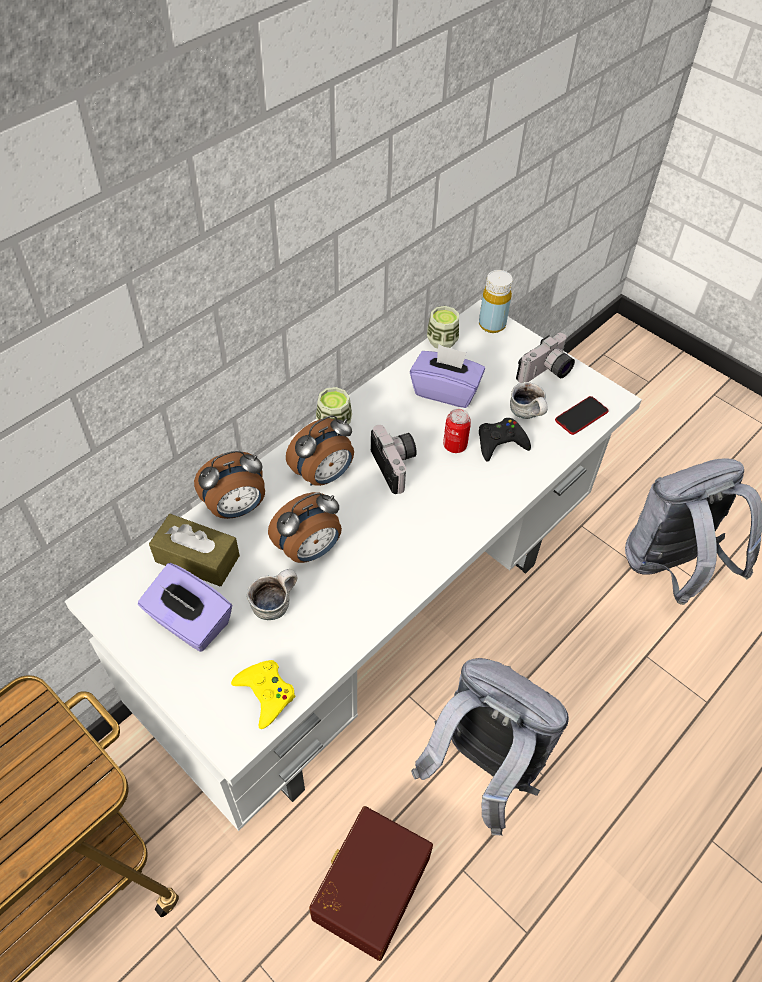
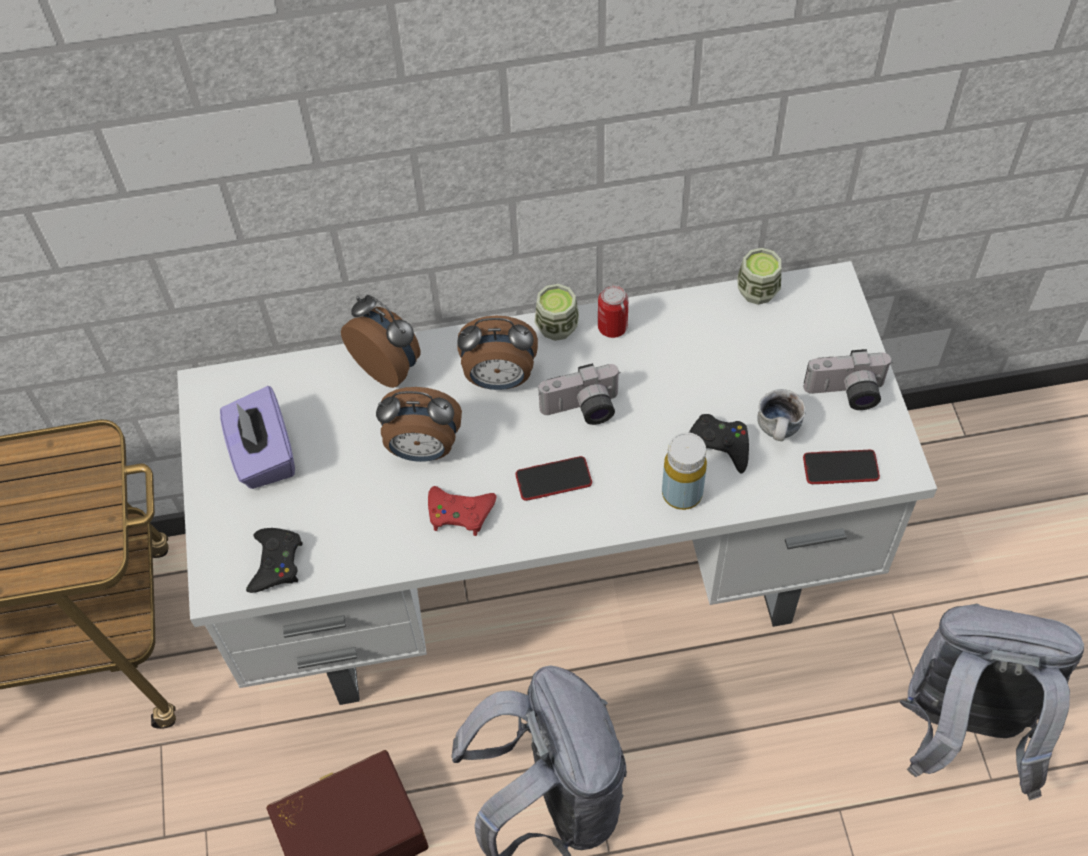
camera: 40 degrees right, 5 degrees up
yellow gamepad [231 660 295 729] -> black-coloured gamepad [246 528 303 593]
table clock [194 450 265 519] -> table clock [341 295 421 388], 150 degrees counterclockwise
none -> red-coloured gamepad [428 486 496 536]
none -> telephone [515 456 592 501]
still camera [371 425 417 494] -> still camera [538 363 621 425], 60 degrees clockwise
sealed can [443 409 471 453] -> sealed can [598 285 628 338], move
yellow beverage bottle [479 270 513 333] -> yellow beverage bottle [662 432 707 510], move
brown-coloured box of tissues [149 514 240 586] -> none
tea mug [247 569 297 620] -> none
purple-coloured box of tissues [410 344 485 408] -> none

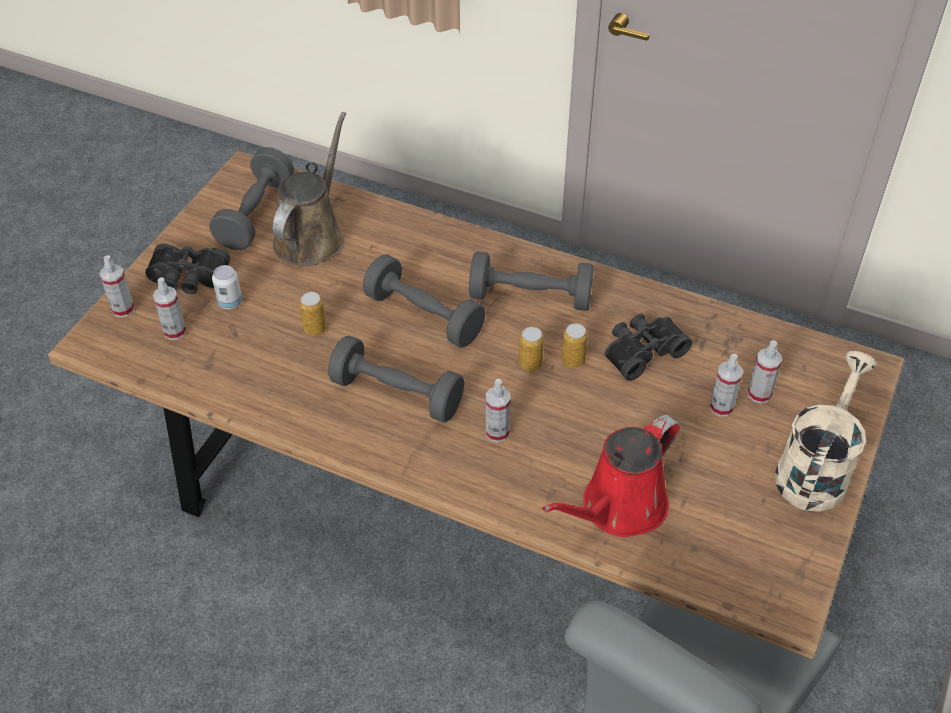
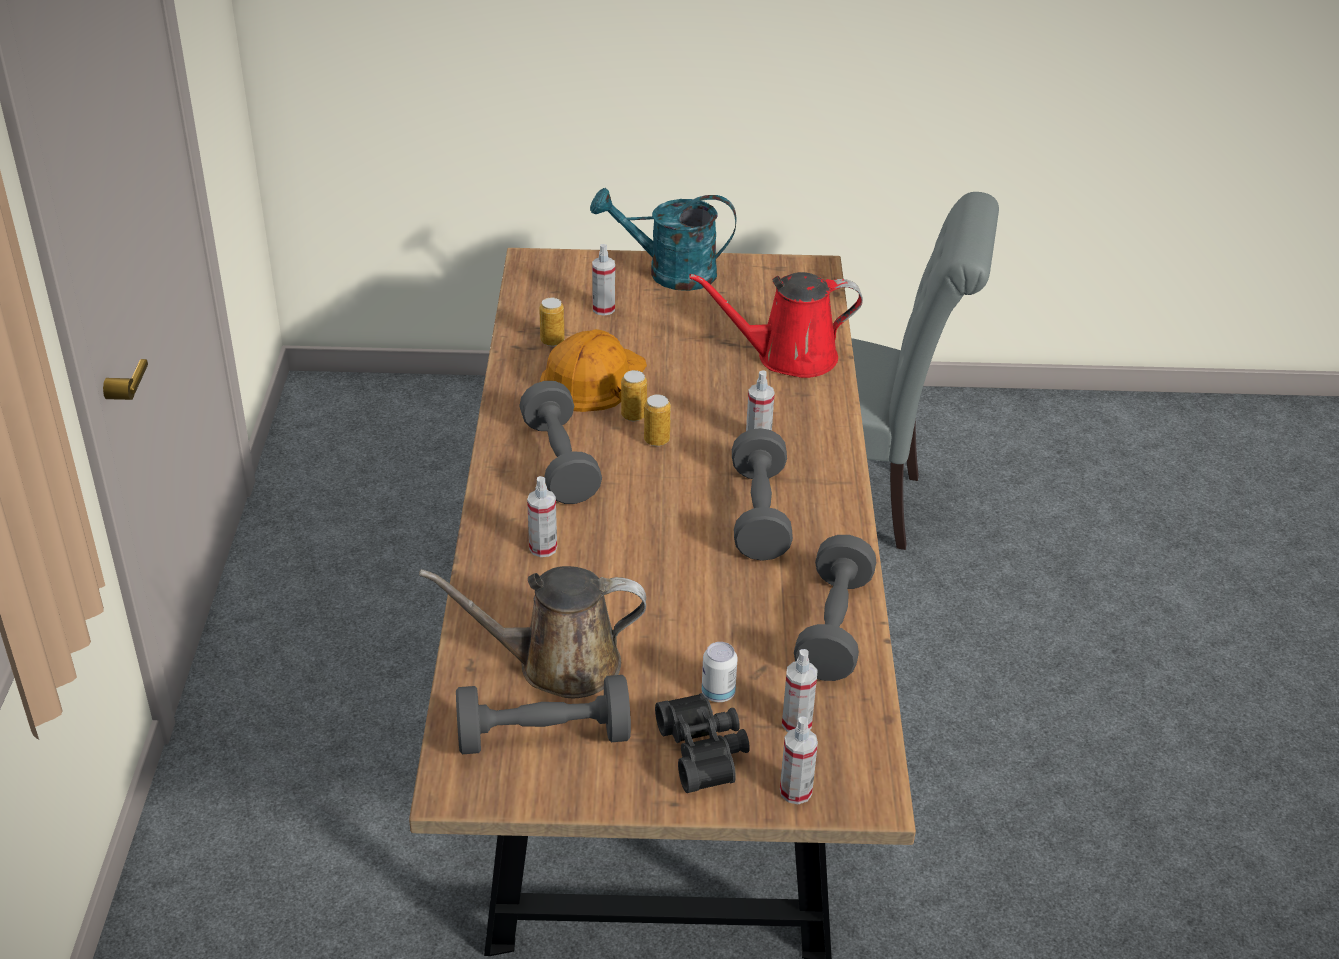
camera: 115 degrees left, 10 degrees down
hand sprayer [710 354 743 417] -> hand sprayer [527 476 557 557], move
sealed can [299 292 326 336] -> sealed can [539 298 565 346], move
black-coloured field glasses [605 314 692 381] -> orangey safety helmet [540 329 647 412]
sand-coloured watering can [775 351 877 512] -> turquoise-coloured watering can [590 188 736 291]
red-coloured watering can [542 415 680 537] -> red-coloured watering can [689 272 863 378], 150 degrees clockwise
grey hand weight [363 254 485 348] -> grey hand weight [794 535 876 681], move

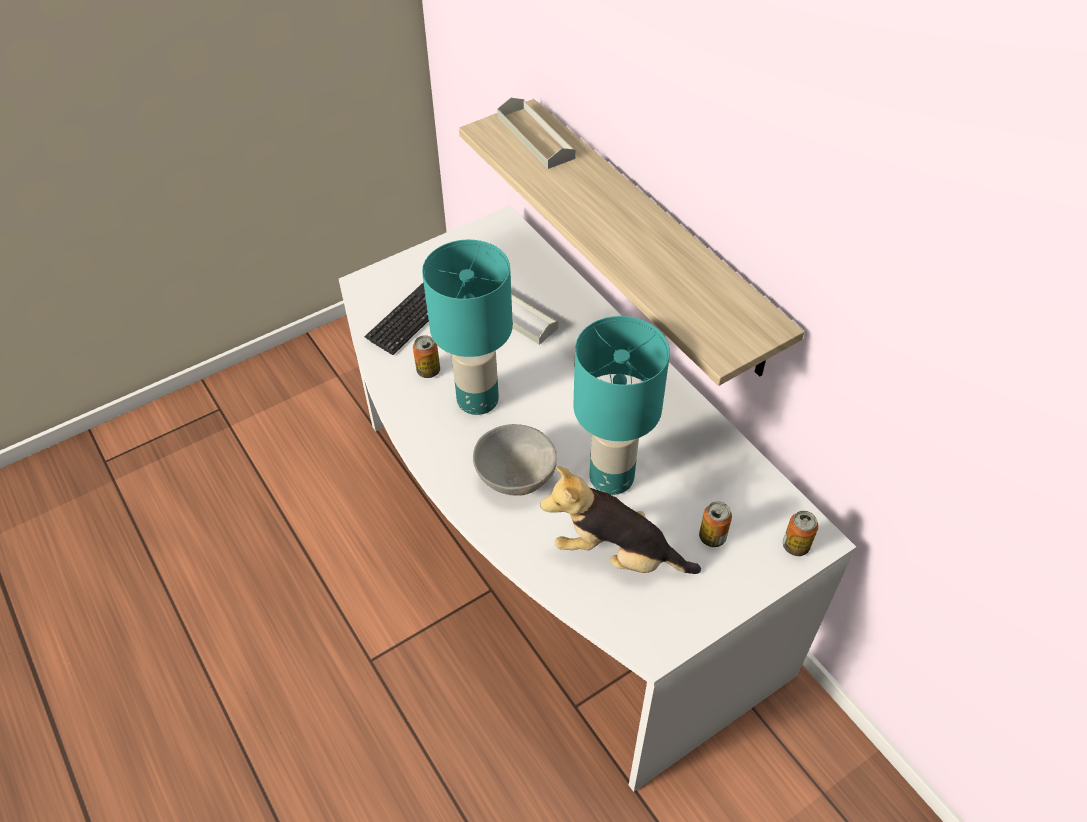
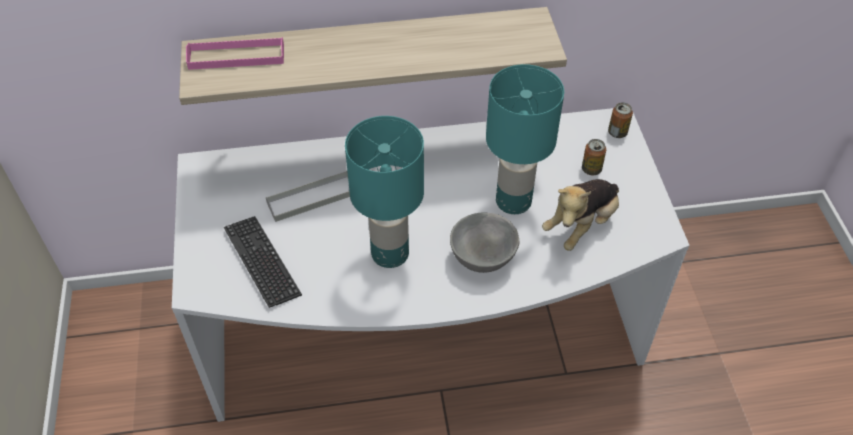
camera: 65 degrees left, 0 degrees up
grey serving tray [497 98 576 169] -> pink serving tray [186 37 284 70]
sealed can [413 335 440 378] -> none

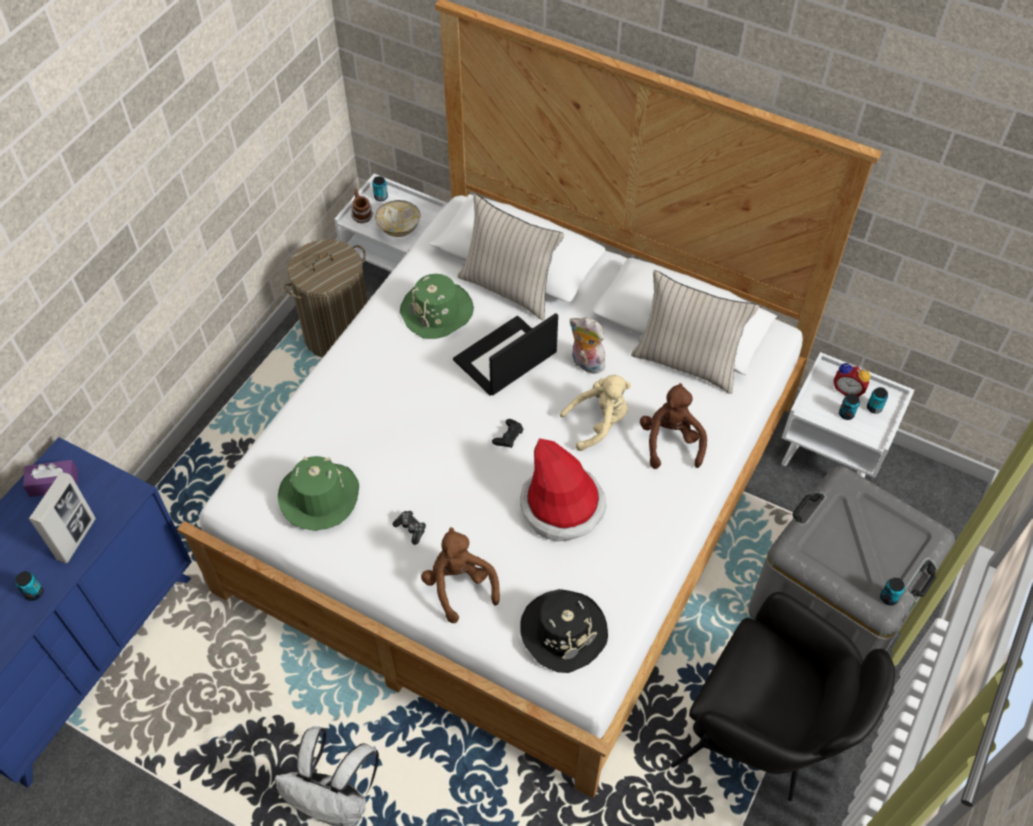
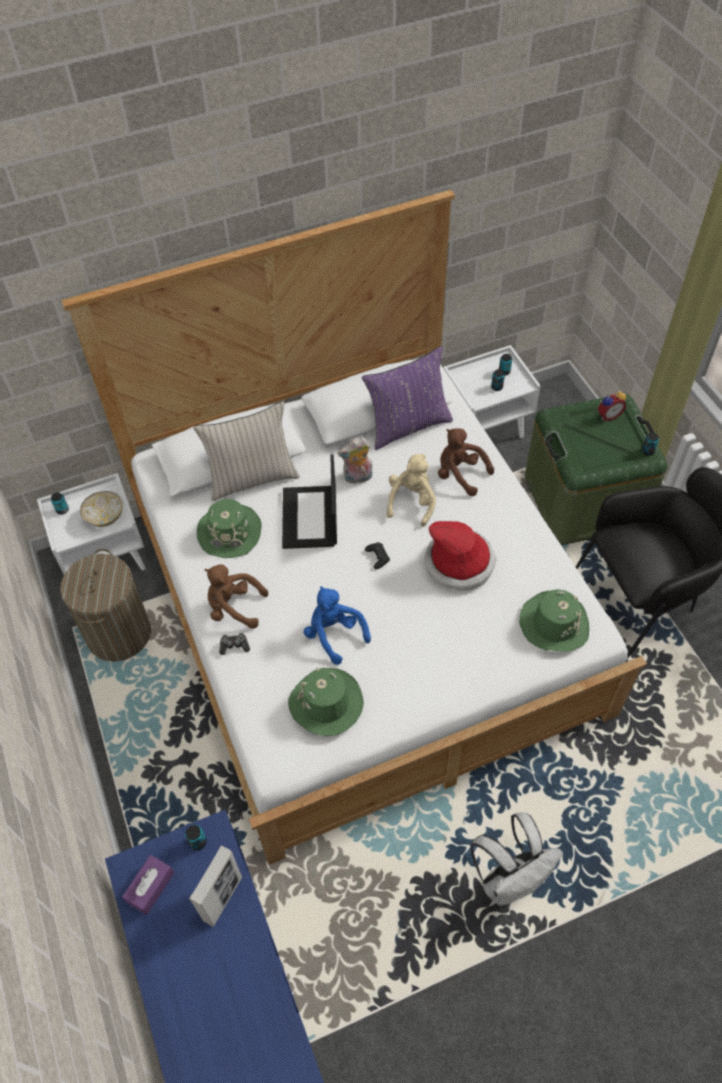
camera: 50 degrees left, 0 degrees up
sealed can [15 571 43 601] -> sealed can [185 825 207 850], move
standing frame [29 472 96 563] -> standing frame [189 845 242 927], 60 degrees clockwise
brown-coloured soft toy [421 527 500 623] -> brown-coloured soft toy [205 564 268 629], move
gamepad [392 510 426 545] -> gamepad [219 633 250 655], move
none -> blue soft toy [304 586 371 665]
sand-coloured cushion [631 270 759 394] -> purple-coloured cushion [362 346 453 450]
black-coloured wearable hat [520 589 608 673] -> green-coloured wearable hat [519 589 589 652]
grey storage box [748 466 955 661] -> green-coloured storage box [525 394 668 545]
table clock [833 363 870 397] -> table clock [597 391 626 421], move
tea mug [351 188 373 223] -> none

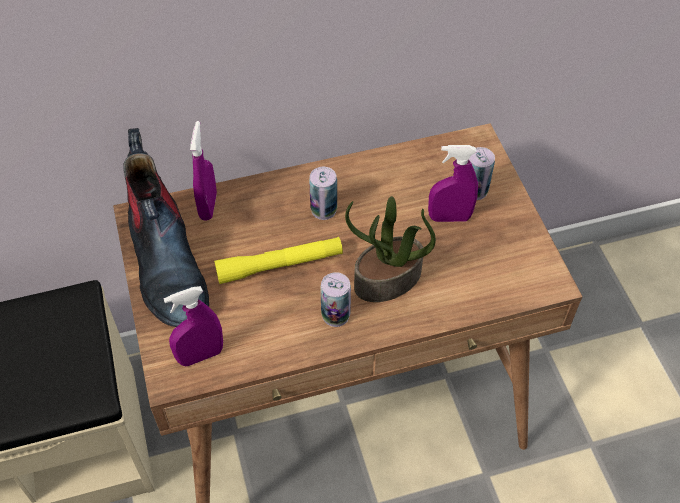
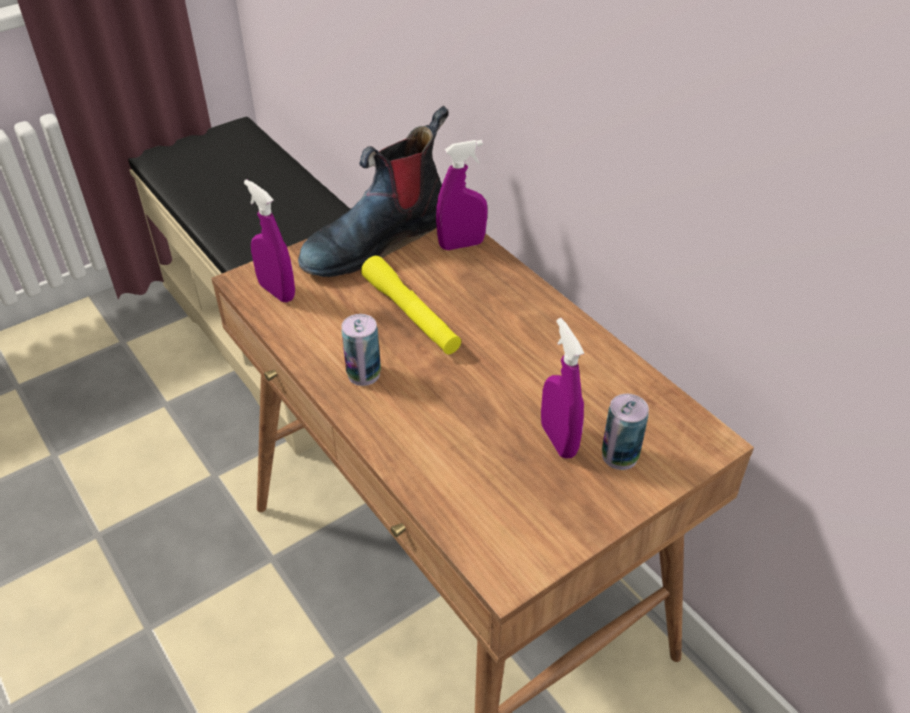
camera: 70 degrees right, 10 degrees down
sealed can [309 167 337 220] -> none
houseplant [345 196 436 302] -> none

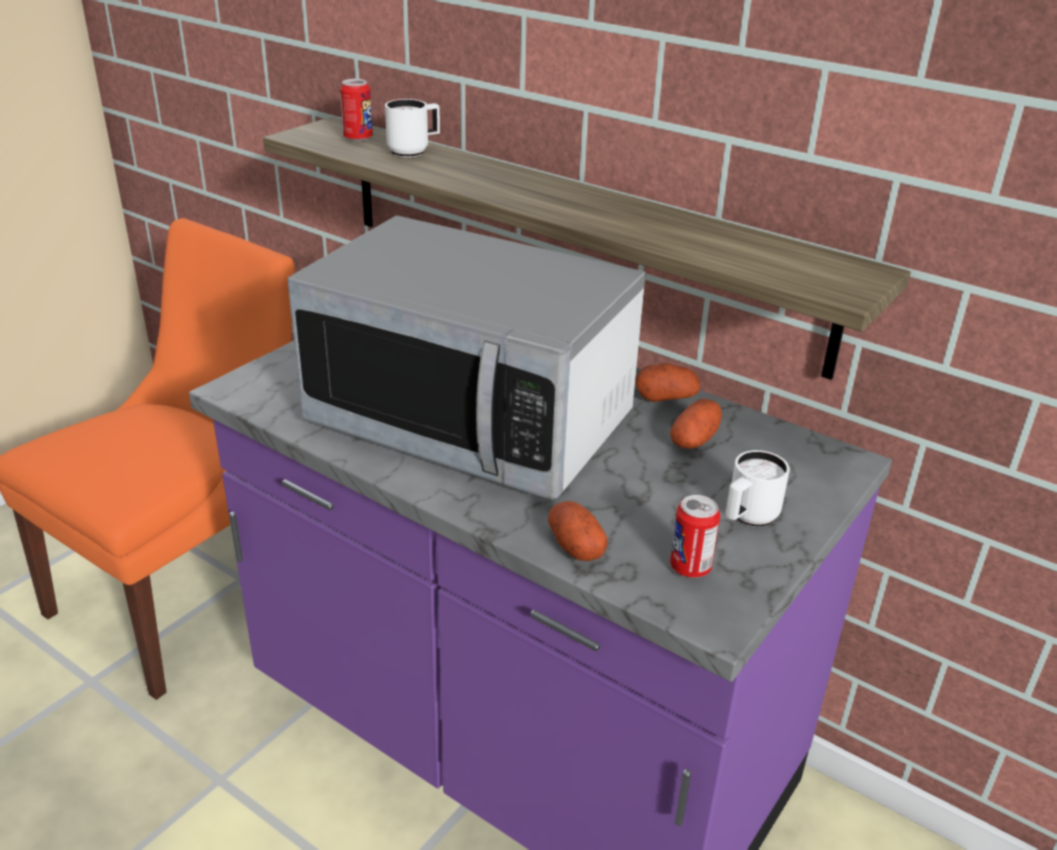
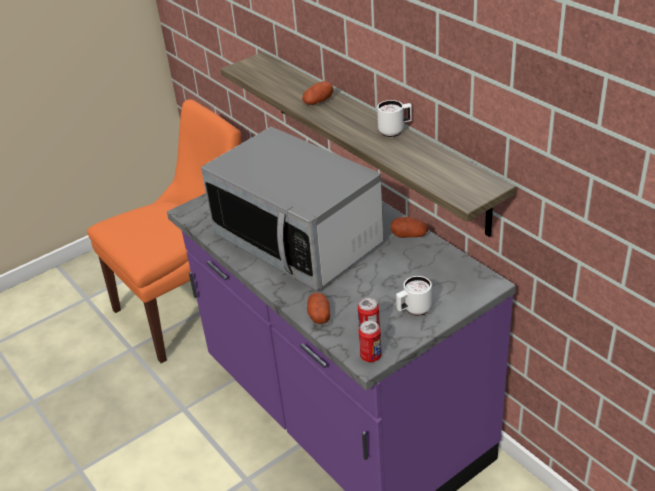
camera: 20 degrees right, 5 degrees up
whole potato [670 399 722 449] -> whole potato [302 81 333 105], move
sealed can [340 79 373 141] -> sealed can [358 321 382 362], move
whitish tea mug [385 99 440 157] -> whitish tea mug [377 100 412 137], move

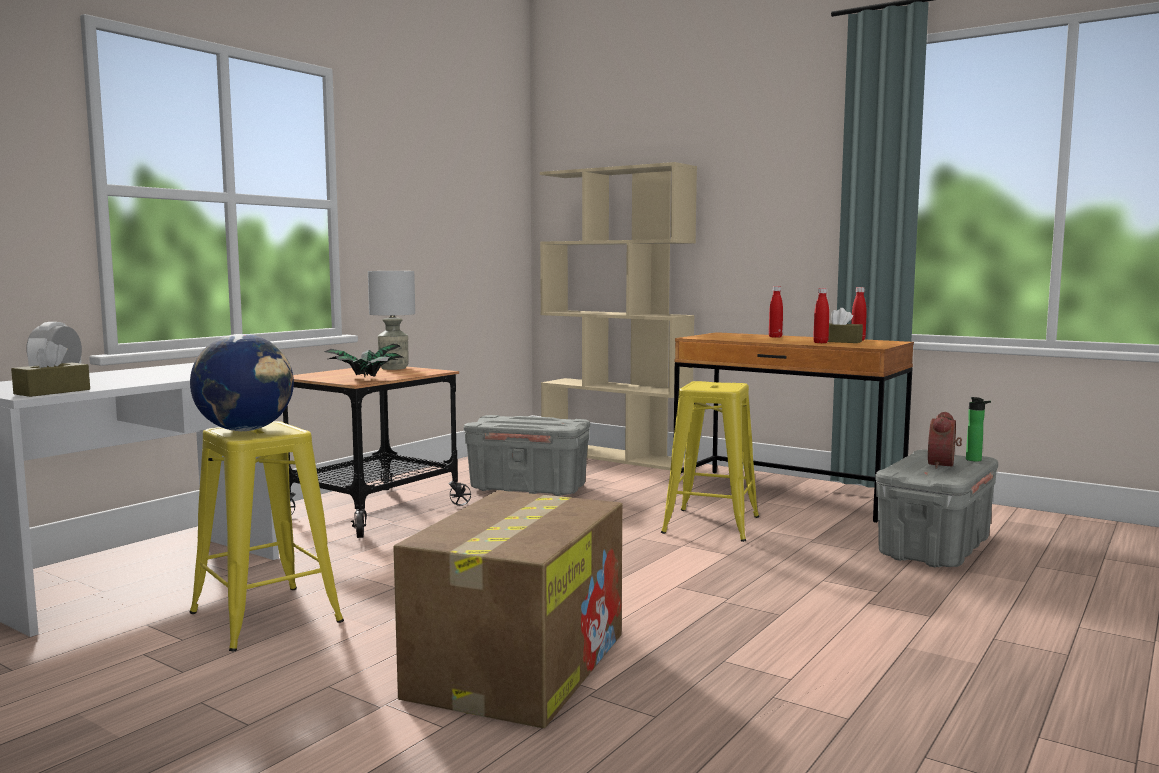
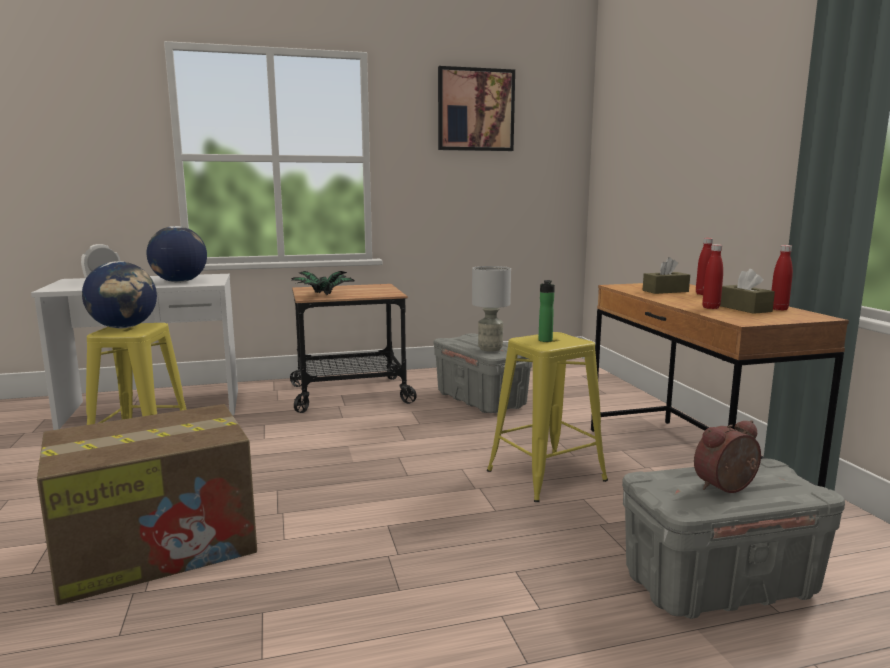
camera: 40 degrees right, 5 degrees up
none -> desk globe [146 226 207 282]
none -> wall art [438 66 515 151]
grey table lamp [368 271 415 370] -> grey table lamp [472 266 511 352], move
beverage bottle [966 397 991 462] -> beverage bottle [538 280 555 342], move
brown-coloured box of tissues [11 341 90 397] -> brown-coloured box of tissues [643 257 690 294], move
sand-coloured bookcase [540 162 697 470] -> none

